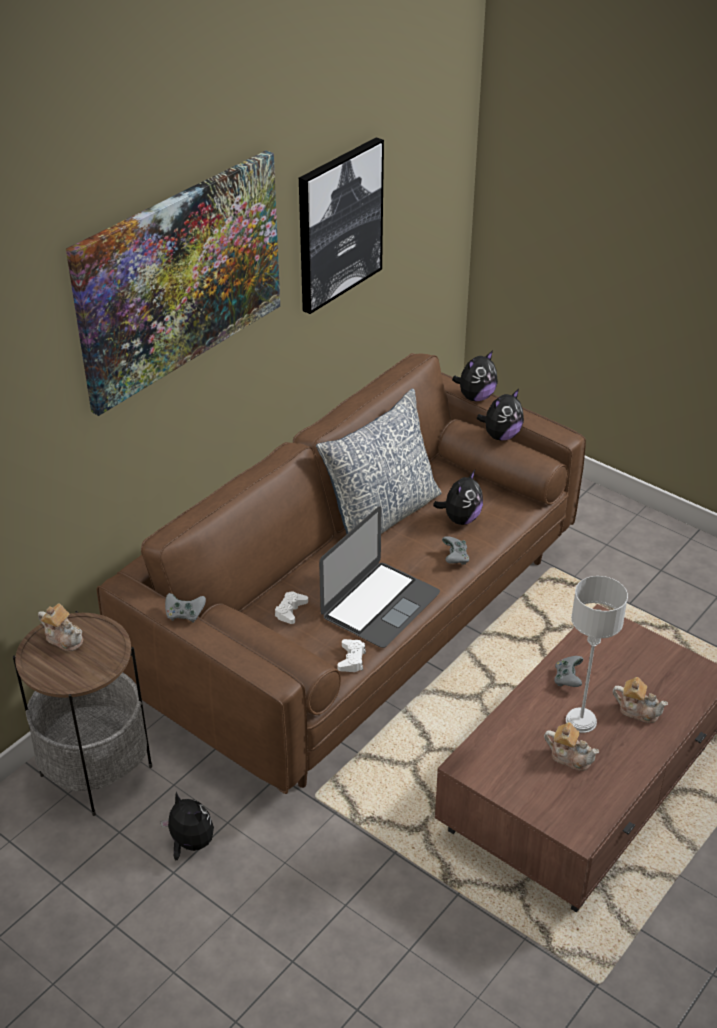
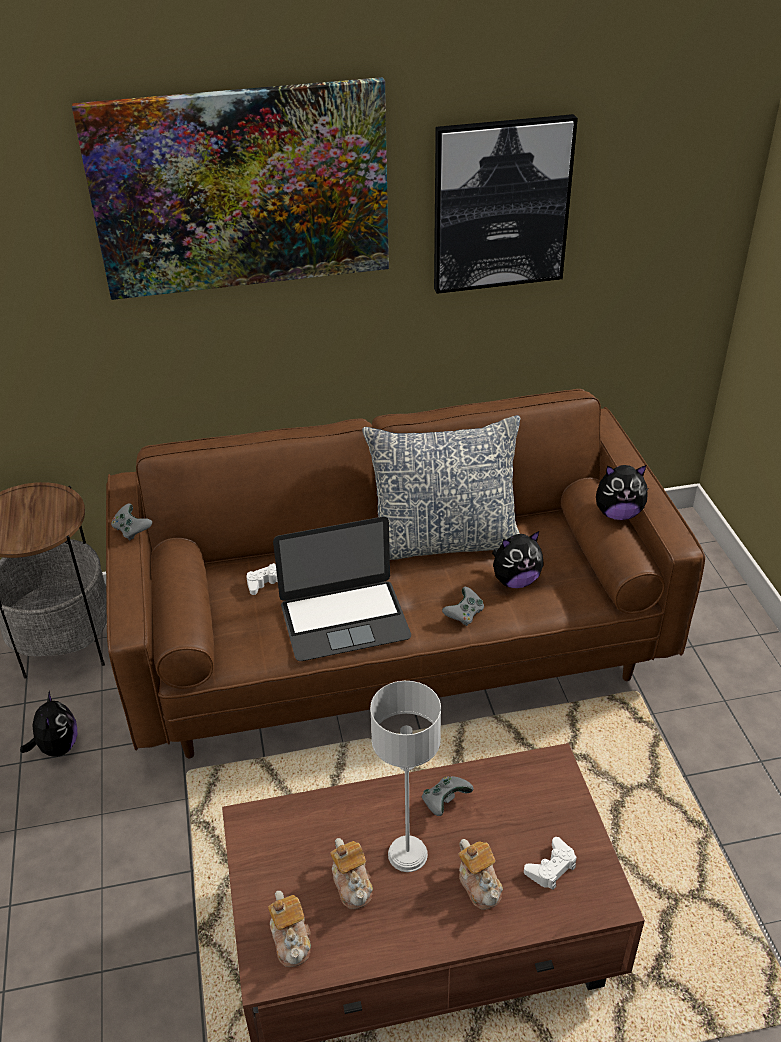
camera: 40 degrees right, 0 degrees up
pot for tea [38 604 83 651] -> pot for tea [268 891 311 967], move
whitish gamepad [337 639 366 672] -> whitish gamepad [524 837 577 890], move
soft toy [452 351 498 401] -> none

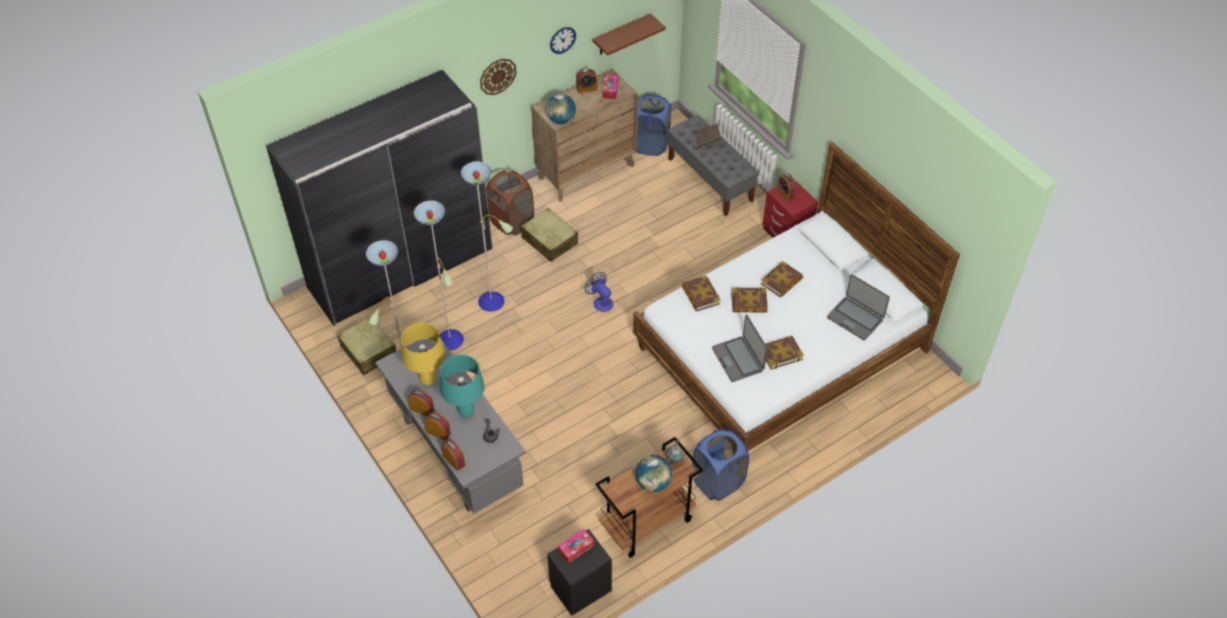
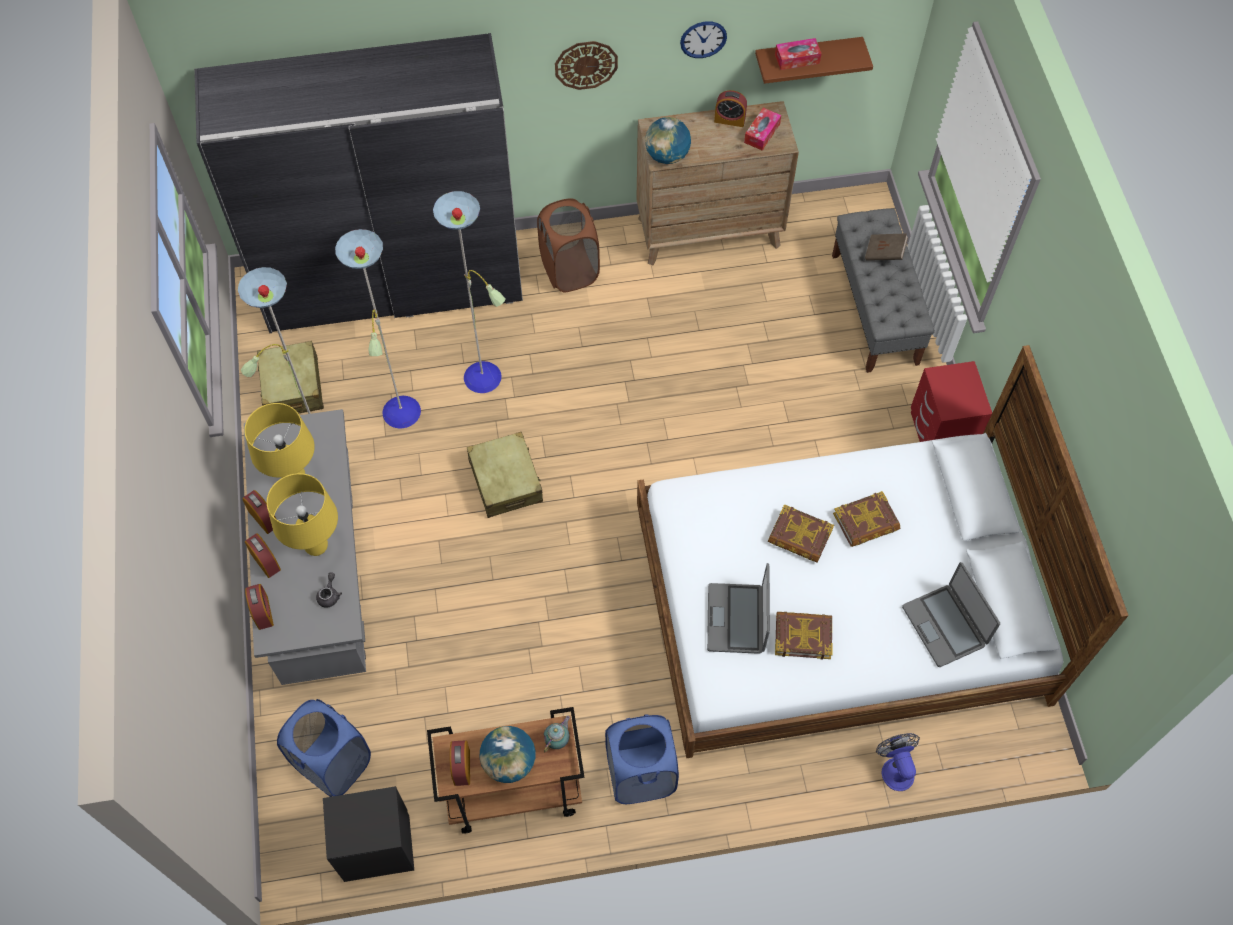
camera: 25 degrees right, 10 degrees up
turquoise-coloured table lamp [440 355 485 418] -> yellow table lamp [267 473 338 556]
blue hamper [637 95 671 156] -> blue hamper [277 699 371 797], move
table clock [777 174 796 202] -> table clock [450 740 470 786], move
sand-coloured piece of luggage [521 208 578 262] -> sand-coloured piece of luggage [467 432 543 518], move
box of tissues [558 529 594 564] -> box of tissues [775 38 822 70], move
fan [585 272 613 312] -> fan [876 733 920 791], move
volume [682 275 721 311] -> none

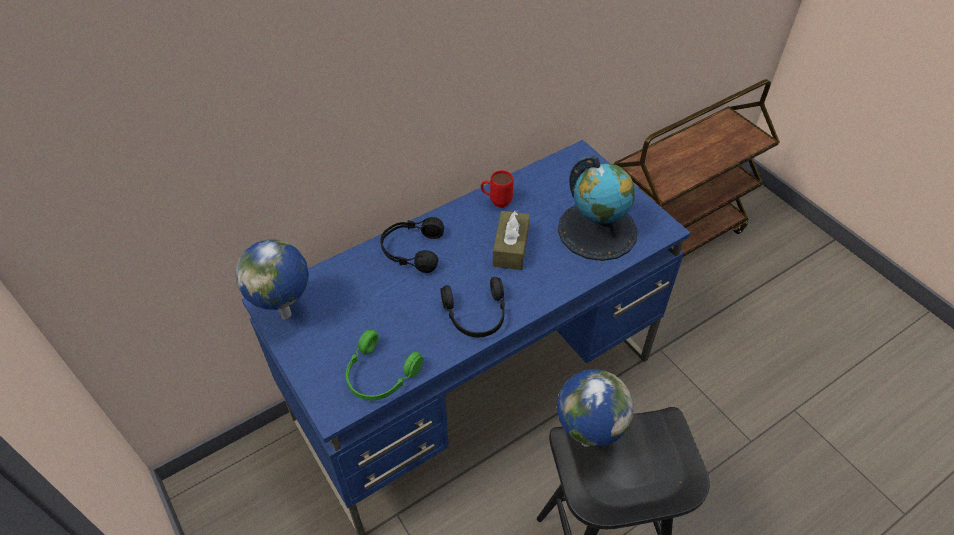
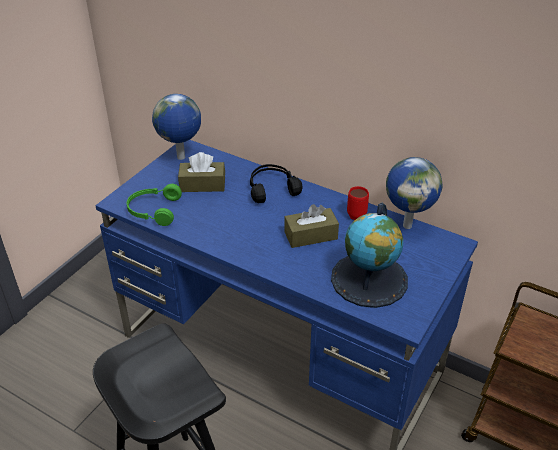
camera: 65 degrees right, 10 degrees down
none -> brown-coloured box of tissues [178 152 225 192]
desk globe [557 369 634 447] -> desk globe [386 157 443 229], move
black-coloured headphones [441 277 505 337] -> none

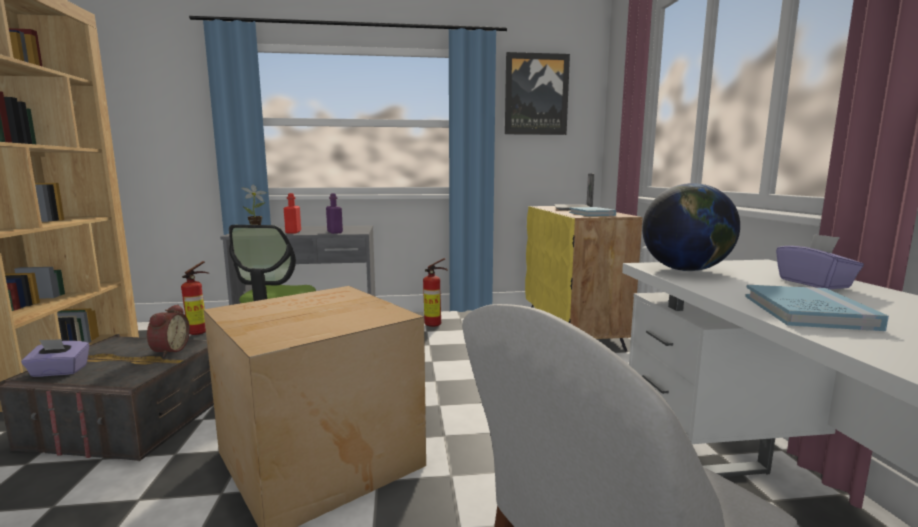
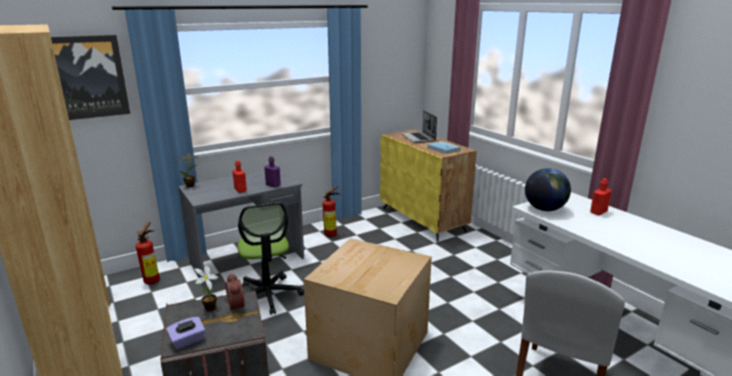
camera: 25 degrees left, 10 degrees up
wall art [505 52 570 135] -> wall art [51 35 130 120], move
none -> houseplant [194 265 219 311]
purple-coloured box of tissues [776 234 864 289] -> red-coloured beverage bottle [590 178 612 215]
blue volume [745 285 889 331] -> none

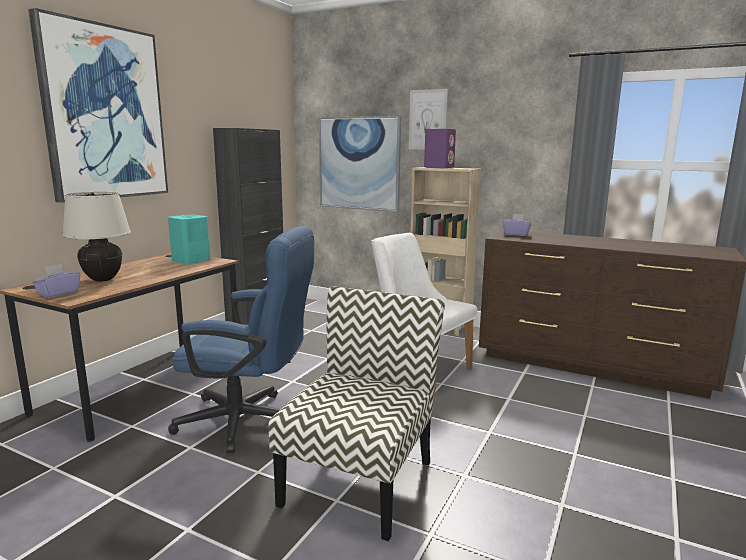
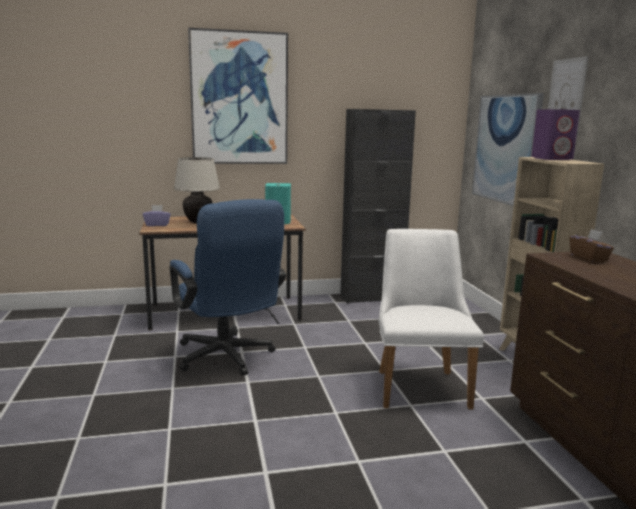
camera: 50 degrees right, 0 degrees up
purple-coloured box of tissues [503 214 531 236] -> brown-coloured box of tissues [569 229 614 262]
plain chair [268 287 445 541] -> none

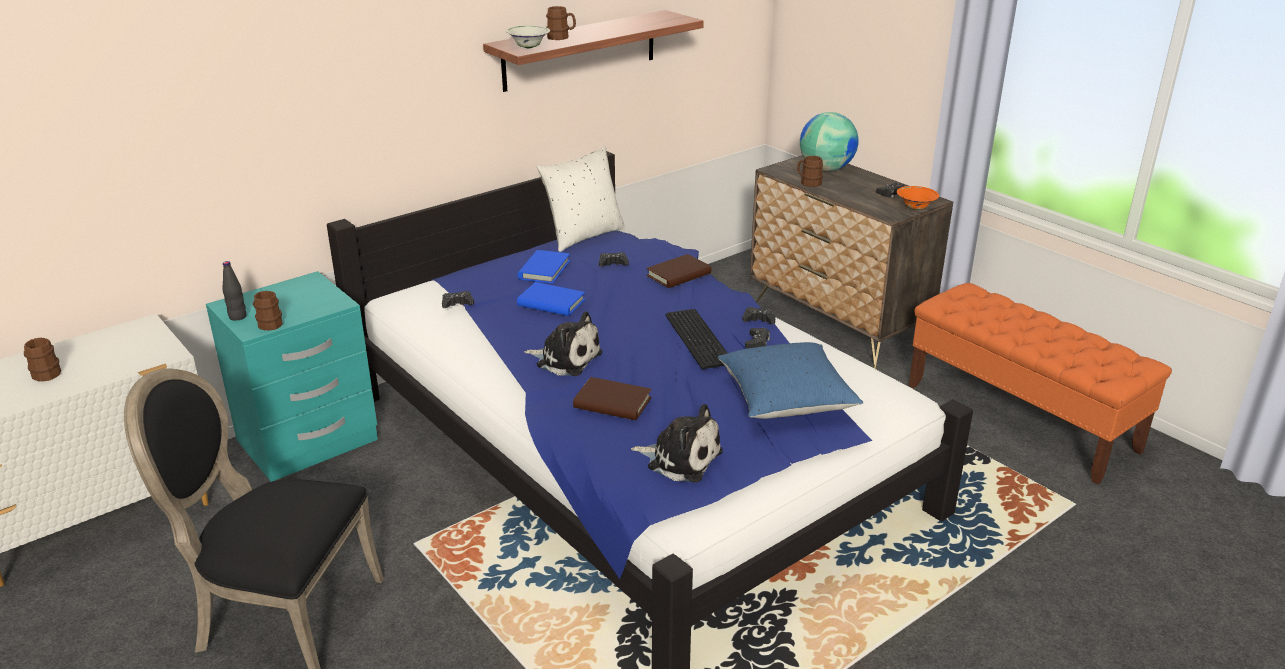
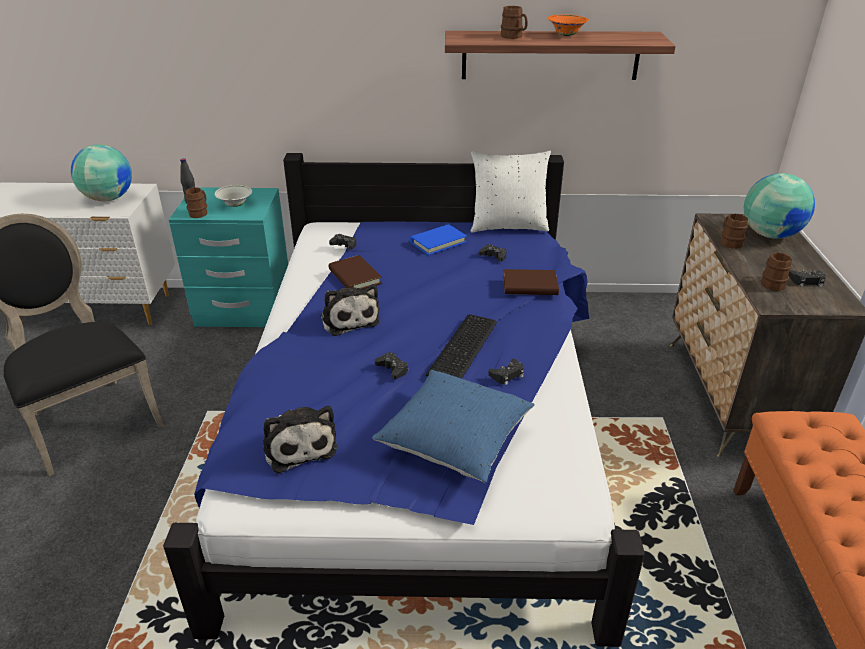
camera: 40 degrees right, 5 degrees up
none -> desk globe [71 144 132 201]
whitish bowl [506 25 550 48] -> whitish bowl [215 185 252 207], move
brown-coloured volume [573 377 652 420] -> brown-coloured volume [329 255 382 290], move
black-coloured gamepad [743 307 775 324] -> black-coloured gamepad [375 352 408 380], move
orangey bowl [897 186 939 210] -> orangey bowl [548 14 589 36], move
brown-coloured tea mug [24 338 61 382] -> brown-coloured tea mug [761 252 792 291], move
blue volume [517 282 585 316] -> none

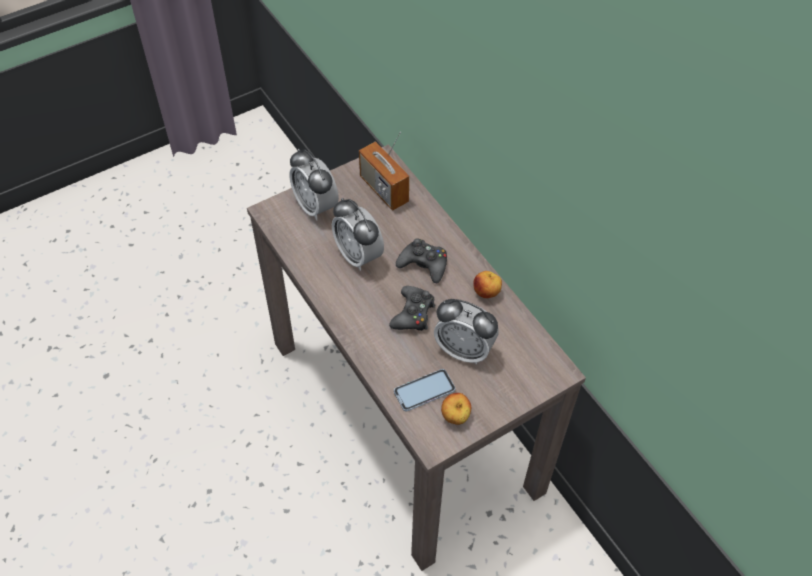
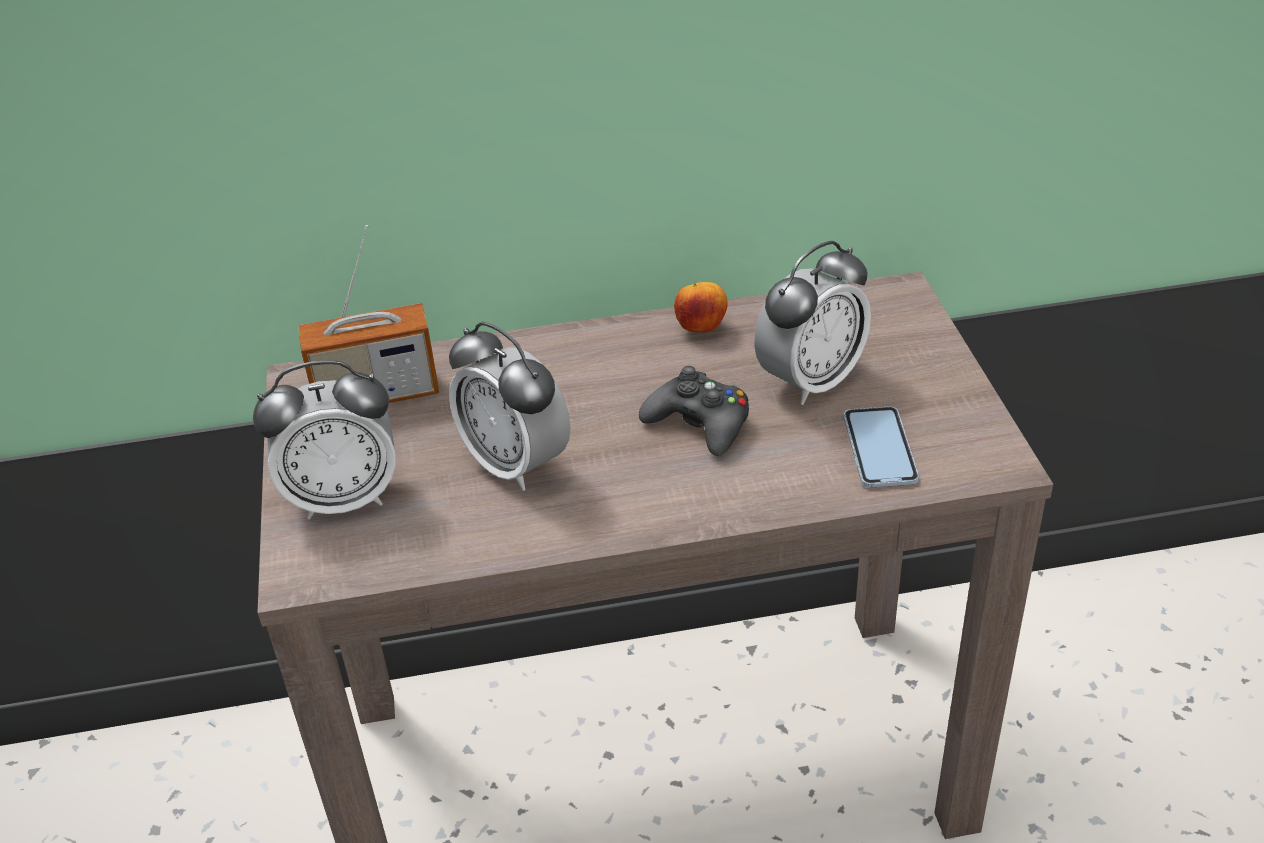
camera: 65 degrees left, 15 degrees down
table clock [332 198 384 271] -> table clock [449 322 570 491], 60 degrees clockwise
black-coloured gamepad [396 238 447 283] -> none
apple [441 393 471 425] -> none

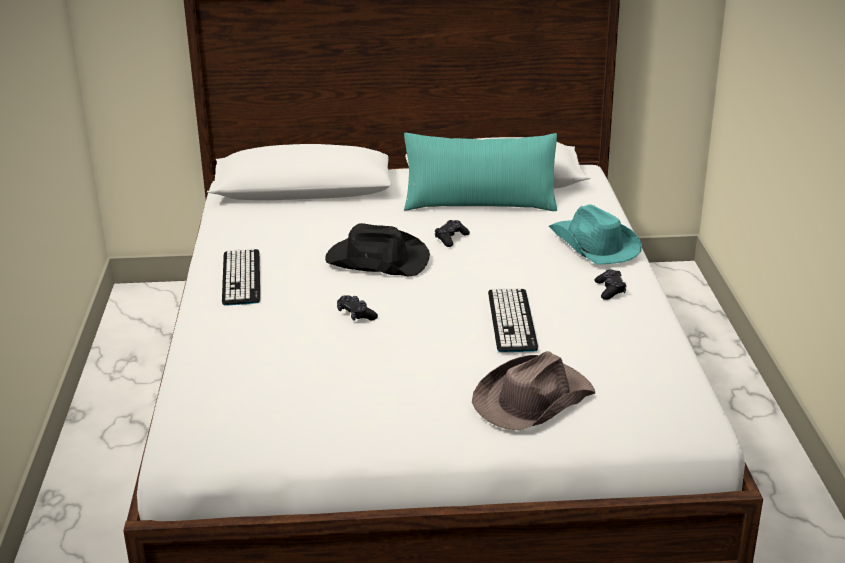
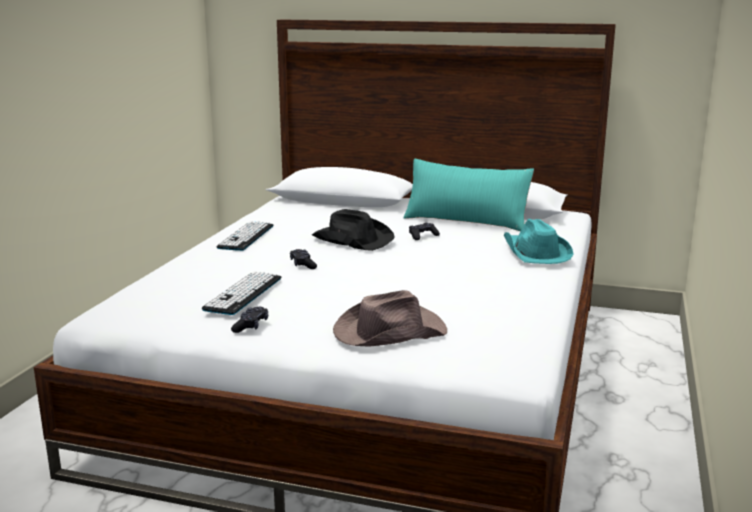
camera: 20 degrees right, 10 degrees down
keyboard [488 288 538 352] -> keyboard [202 271 281 315], move
black-coloured gamepad [595 269 626 300] -> black-coloured gamepad [231 307 268 333], move

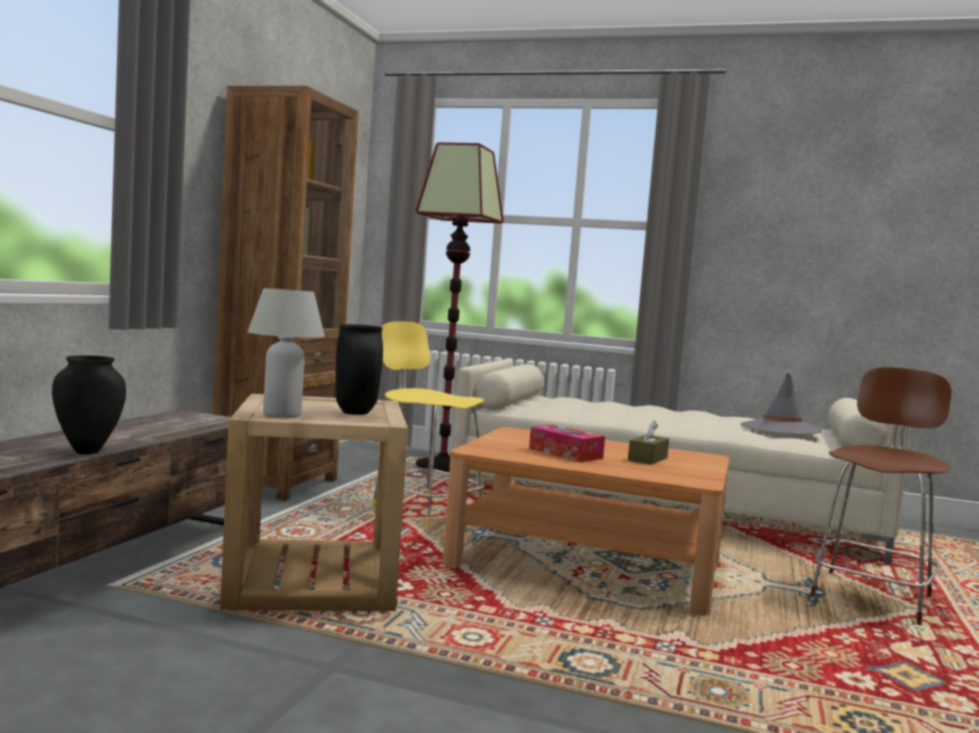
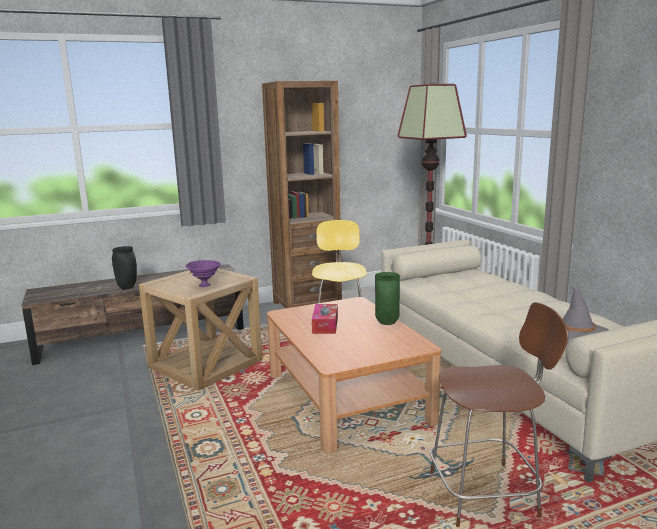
camera: 50 degrees right, 10 degrees up
black-coloured vase [336 324 383 415] -> purple-coloured bowl [186 260 221 287]
none -> green-coloured vase [375 272 400 325]
whitish table lamp [248 288 325 418] -> none
brown-coloured box of tissues [628 420 669 465] -> none

